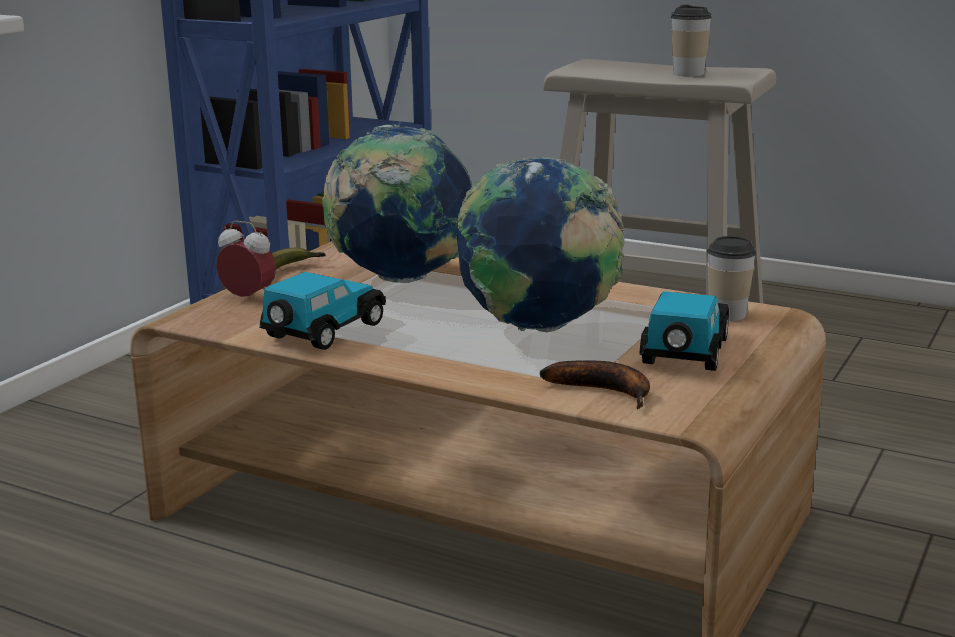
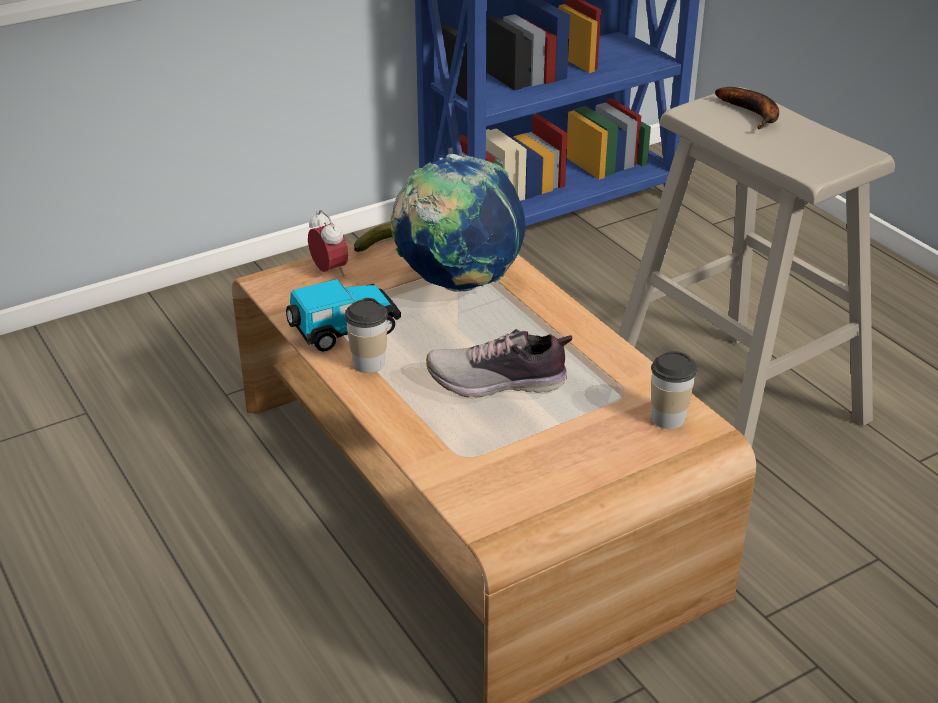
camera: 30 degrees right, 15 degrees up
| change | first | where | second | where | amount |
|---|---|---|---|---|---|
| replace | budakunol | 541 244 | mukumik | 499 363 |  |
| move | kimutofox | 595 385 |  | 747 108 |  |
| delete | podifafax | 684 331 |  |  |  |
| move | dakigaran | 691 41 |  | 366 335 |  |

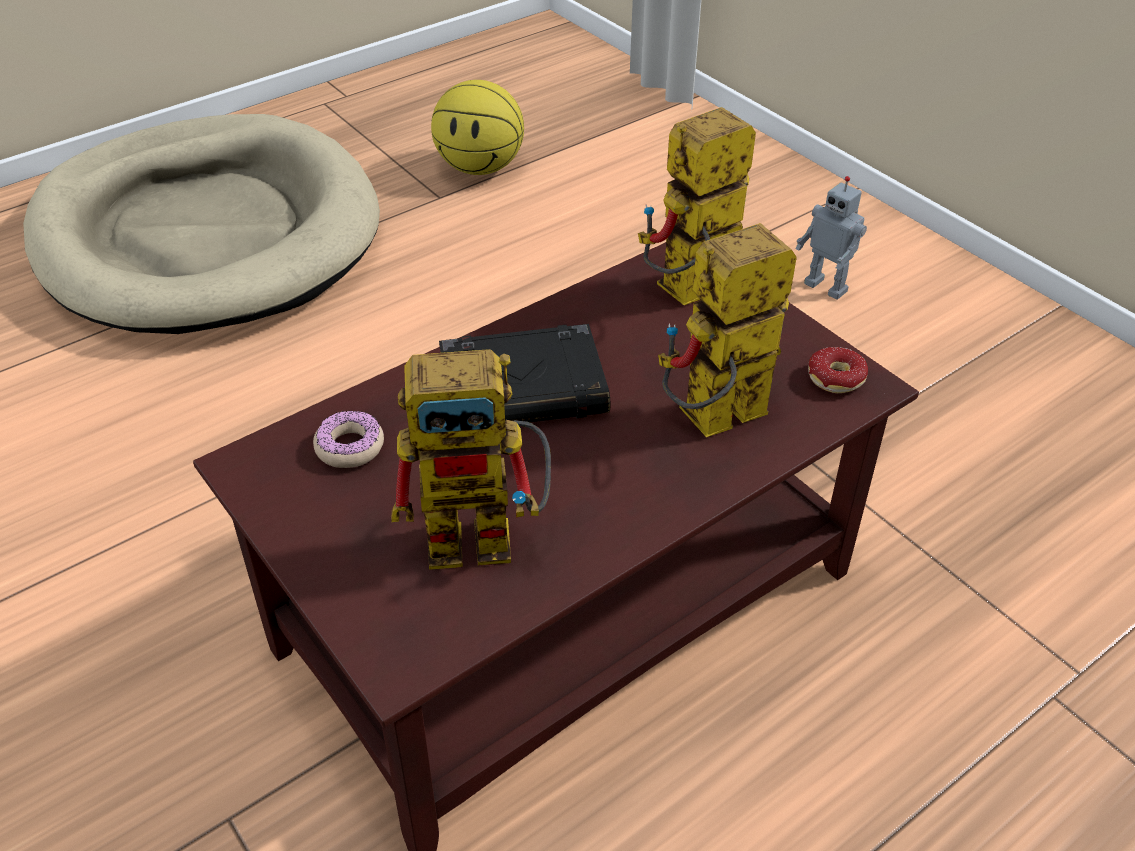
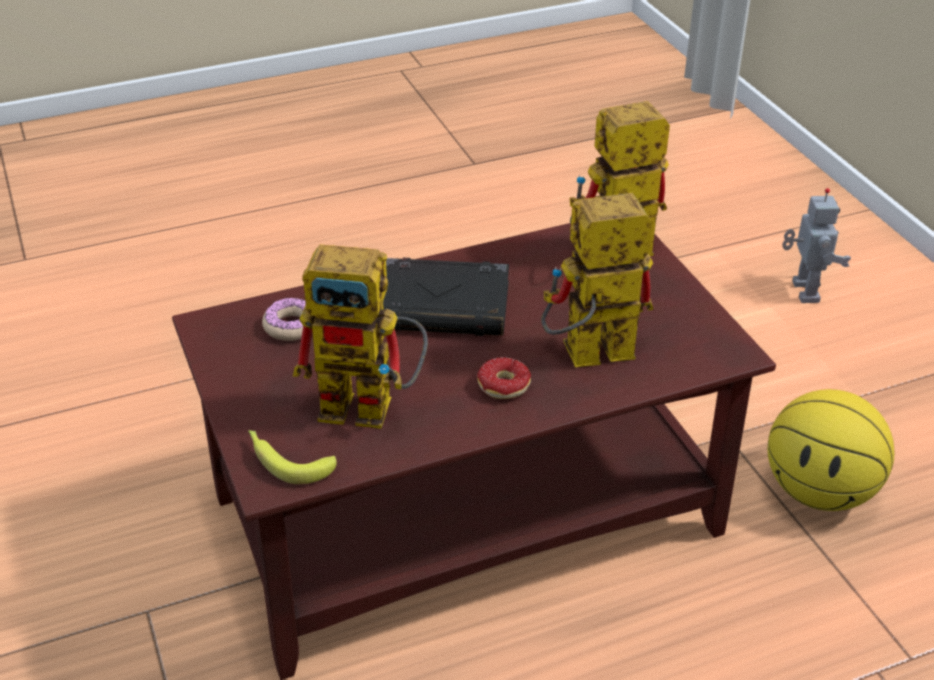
camera: 15 degrees right, 5 degrees down
| change | first | where | second | where | amount |
|---|---|---|---|---|---|
| delete | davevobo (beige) | 201 224 |  |  |  |
| move | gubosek | 477 127 |  | 831 450 |  |
| rotate | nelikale | 831 238 |  | 816 245 | 150 degrees counterclockwise |
| move | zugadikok | 838 370 |  | 504 378 |  |
| insert |  |  | kimutofox | 292 457 |  |

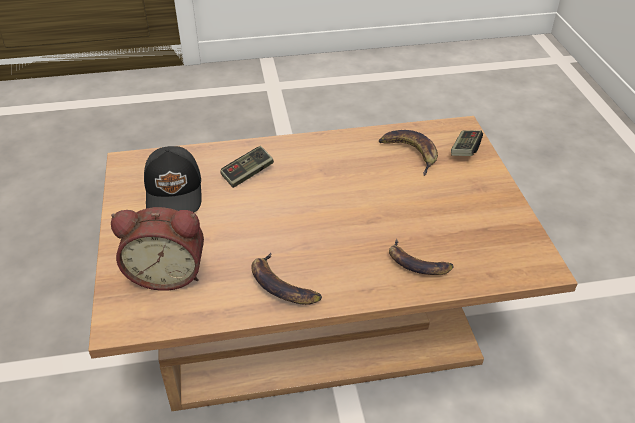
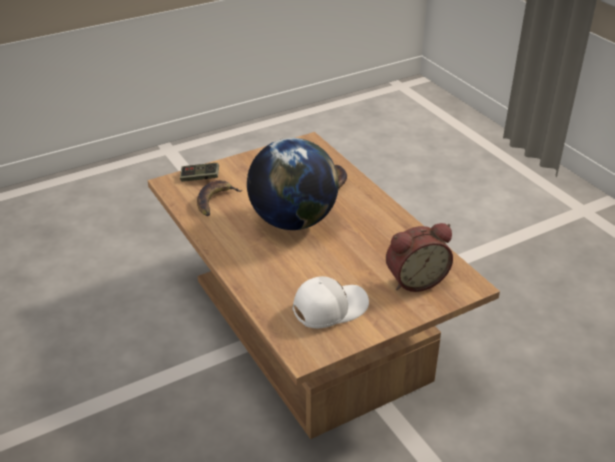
camera: 110 degrees left, 5 degrees down
| change | first | where | second | where | amount |
|---|---|---|---|---|---|
| rotate | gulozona | 157 249 |  | 419 257 | 90 degrees clockwise |
| recolor | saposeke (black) | 173 179 | saposeke (white) | 331 302 |  |
| delete | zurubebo | 247 167 |  |  |  |
| delete | kimutofox | 286 278 |  |  |  |
| insert |  |  | budakunol | 293 184 |  |

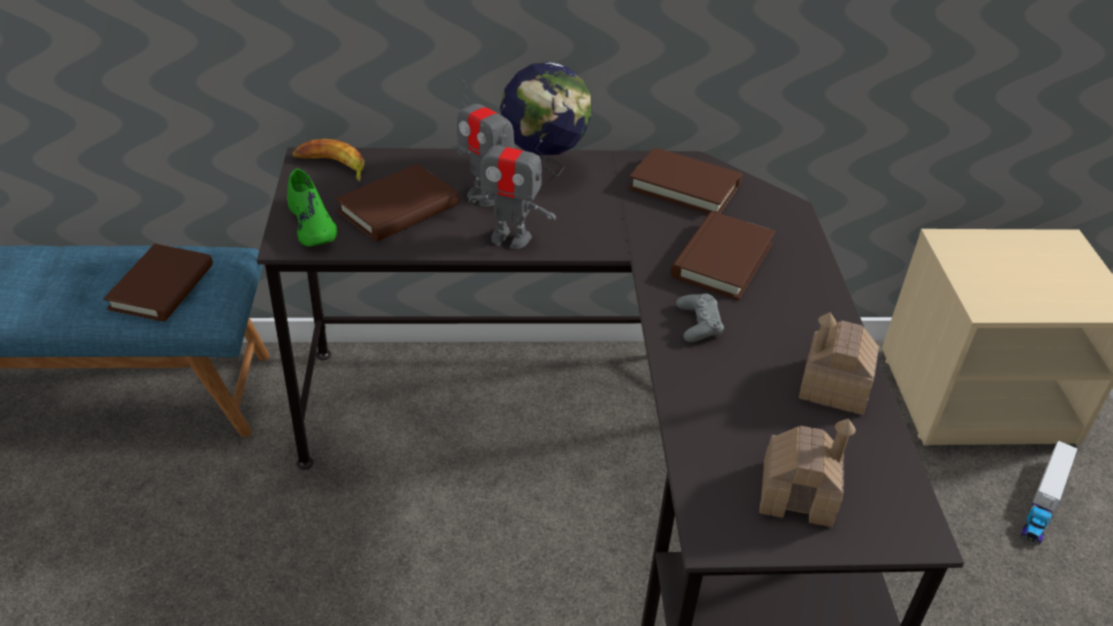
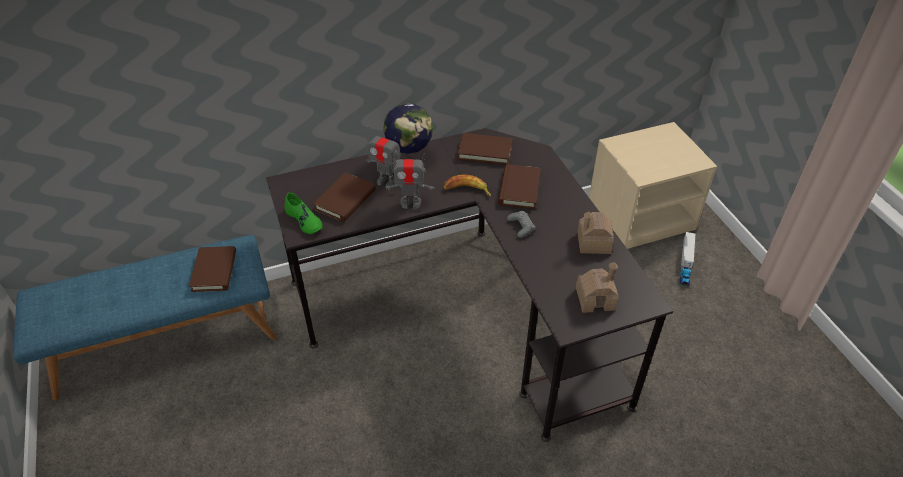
camera: 15 degrees left, 5 degrees up
| change | first | where | second | where | amount |
|---|---|---|---|---|---|
| move | kimutofox | 328 160 |  | 467 185 |  |

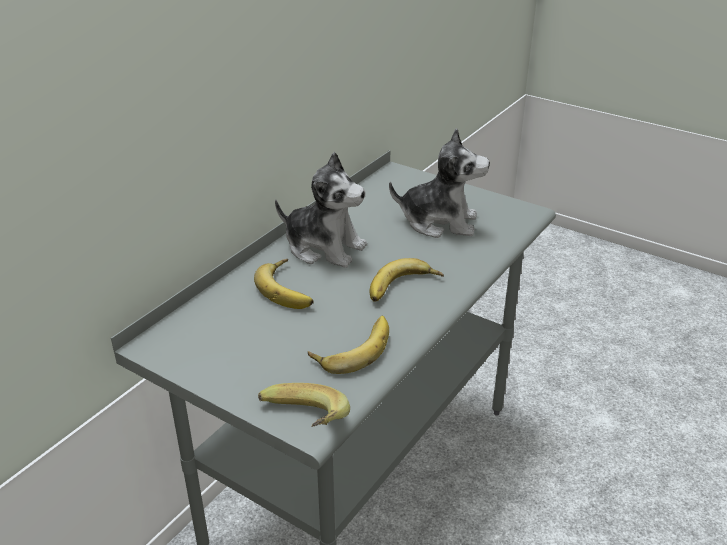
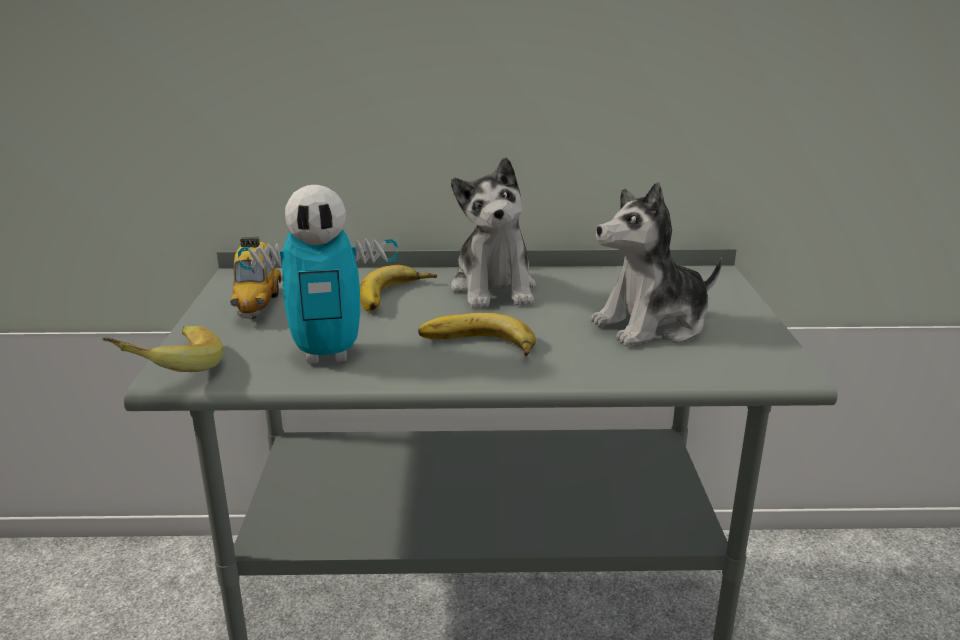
camera: 55 degrees right, 10 degrees down
| change | first | where | second | where | amount |
|---|---|---|---|---|---|
| replace | kimutofox | 348 345 | nelikale | 318 274 |  |
| rotate | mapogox | 439 183 |  | 656 264 | 90 degrees clockwise |
| insert |  |  | podifafax | 255 278 |  |

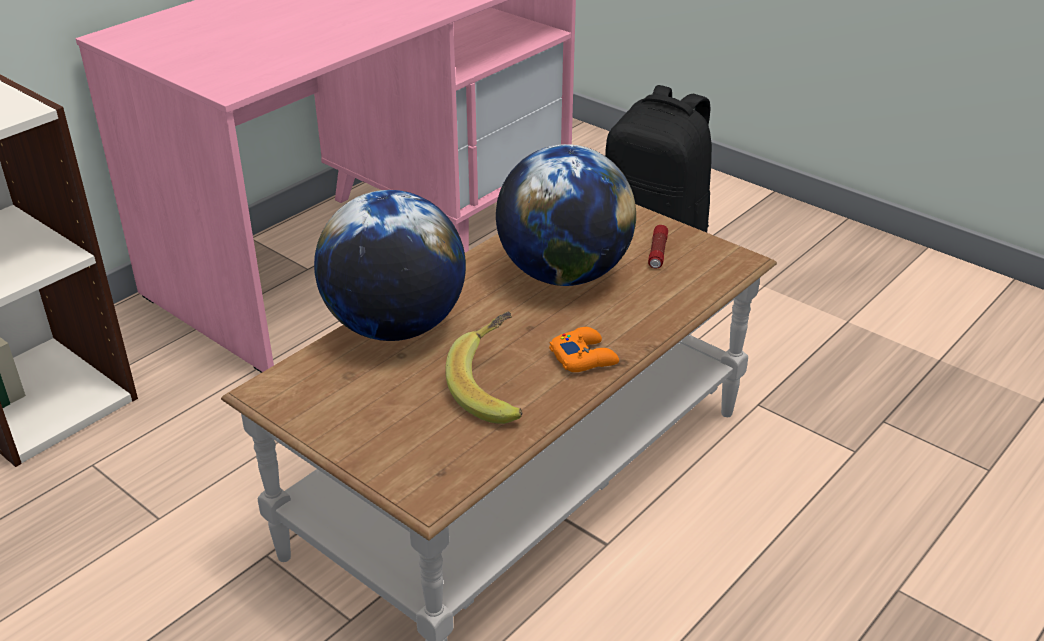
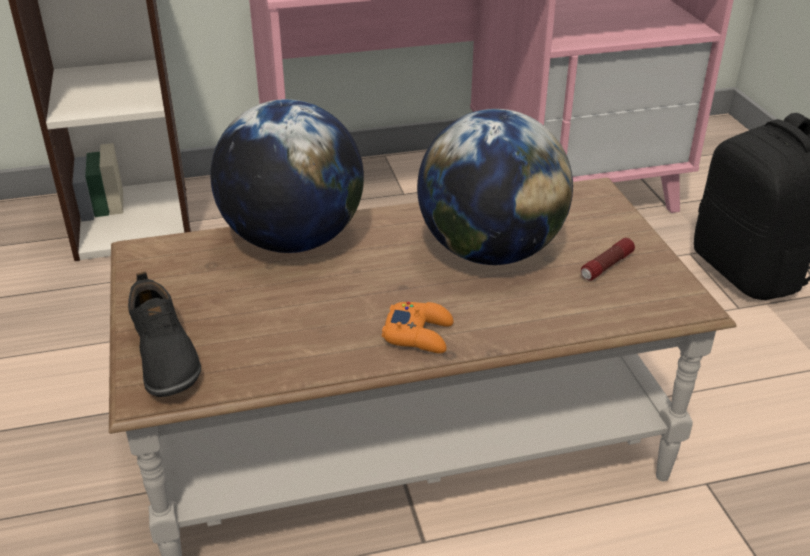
camera: 35 degrees right, 0 degrees up
| change | first | where | second | where | amount |
|---|---|---|---|---|---|
| delete | kimutofox | 484 368 |  |  |  |
| insert |  |  | mukumik (black) | 164 334 |  |

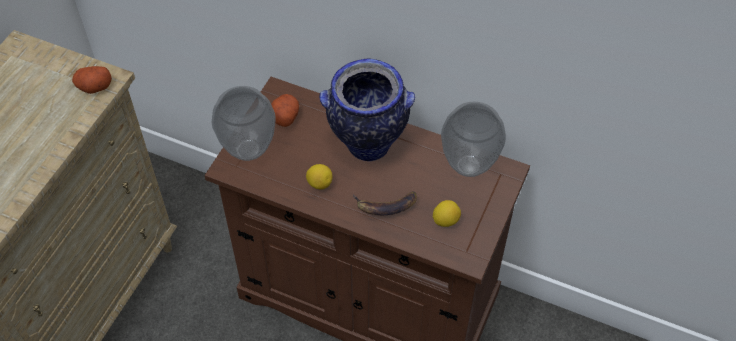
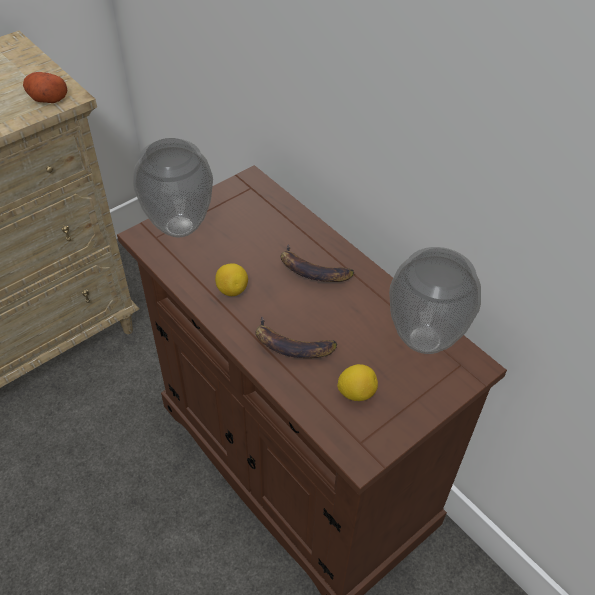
camera: 25 degrees right, 5 degrees down
| change | first | where | second | where | amount |
|---|---|---|---|---|---|
| delete | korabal | 285 110 |  |  |  |
| replace | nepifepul | 367 110 | kimutofox | 317 263 |  |

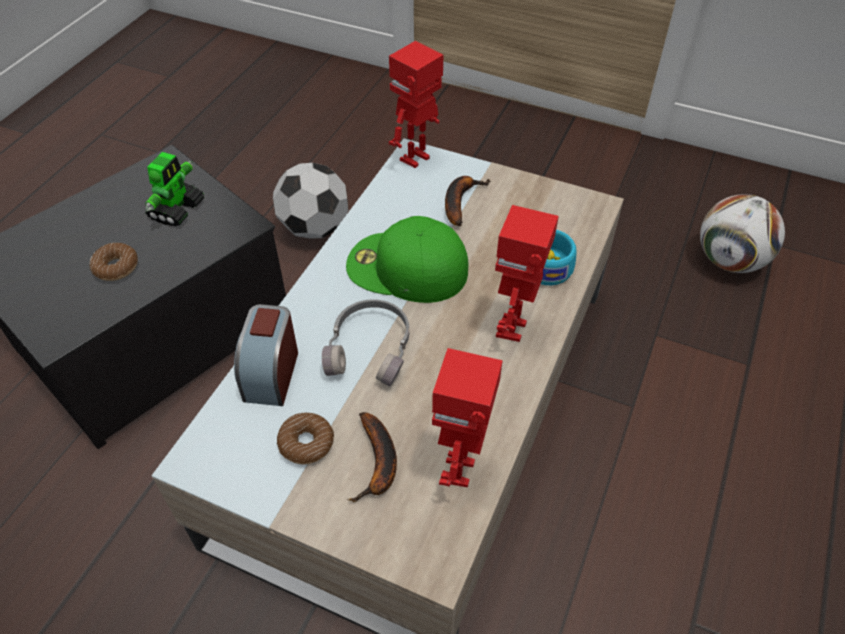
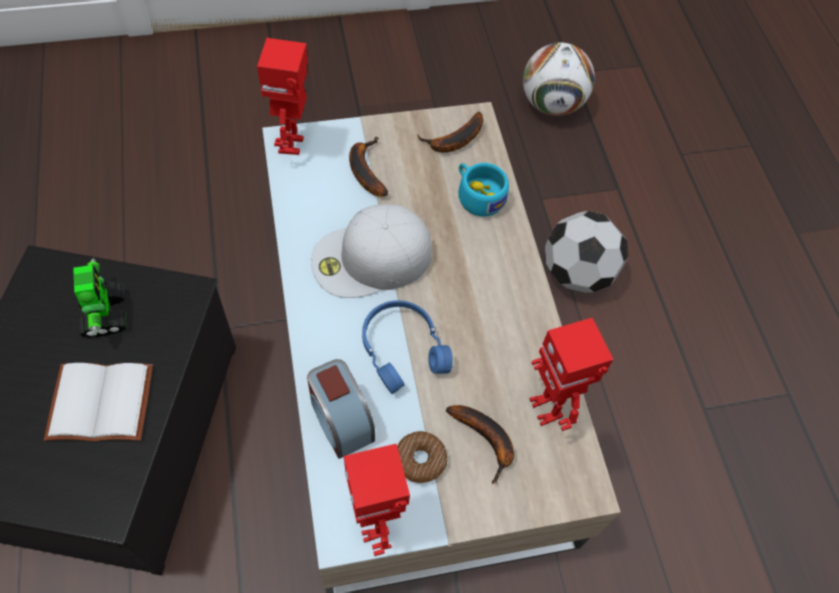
camera: 40 degrees left, 10 degrees up
| change | first | where | second | where | amount |
|---|---|---|---|---|---|
| replace | zugadikok | 114 261 | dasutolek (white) | 98 402 |  |
| move | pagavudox | 310 201 |  | 586 252 |  |
| recolor | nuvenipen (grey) | 365 343 | nuvenipen (blue) | 407 347 |  |
| recolor | saposeke (green) | 407 259 | saposeke (white) | 371 251 |  |
| move | nelikale | 527 273 |  | 377 500 |  |
| insert |  |  | kimutofox | 450 132 |  |

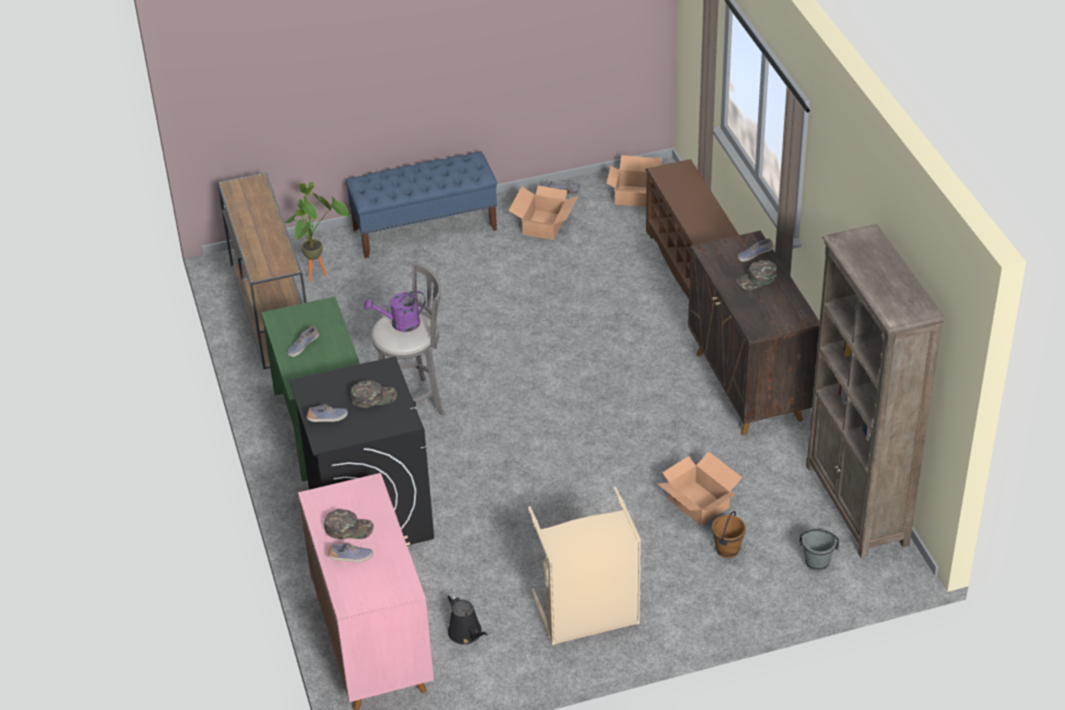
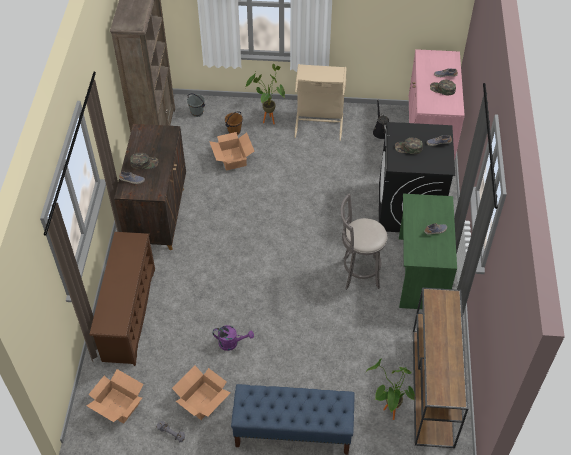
camera: 160 degrees left, 10 degrees up
| change | first | where | second | where | amount |
|---|---|---|---|---|---|
| move | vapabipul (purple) | 395 311 |  | 233 338 |  |
| insert |  |  | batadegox | 265 94 |  |

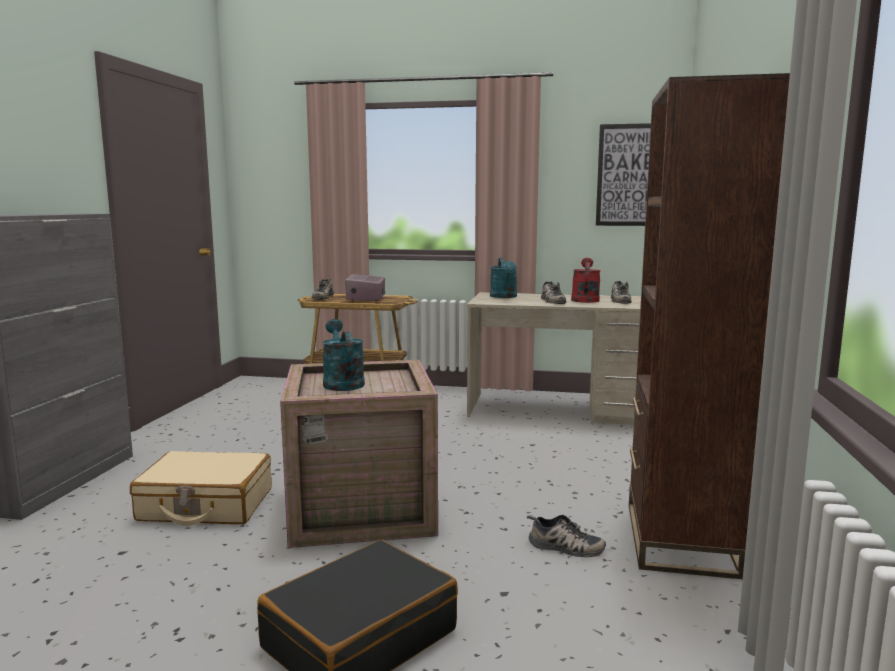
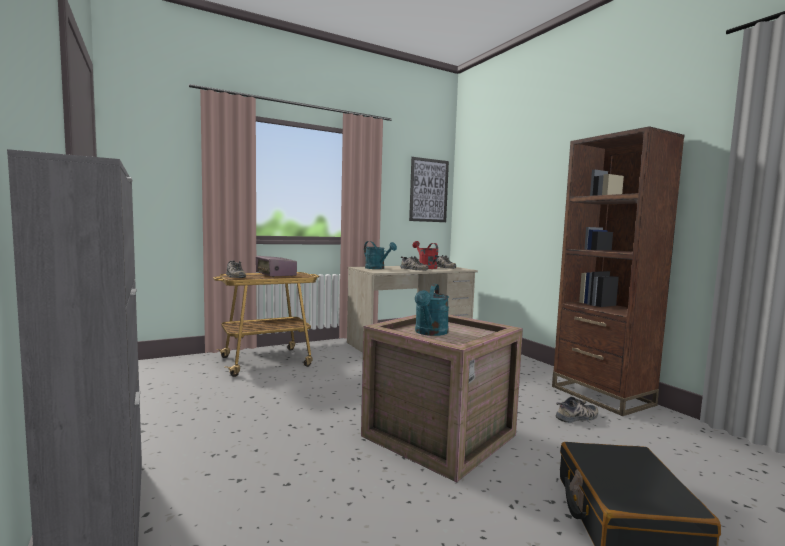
camera: 40 degrees left, 5 degrees down
| change | first | where | second | where | amount |
|---|---|---|---|---|---|
| delete | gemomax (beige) | 201 488 |  |  |  |
| rotate | vapabipul (turquoise) | 343 355 |  | 432 310 | 105 degrees counterclockwise |

